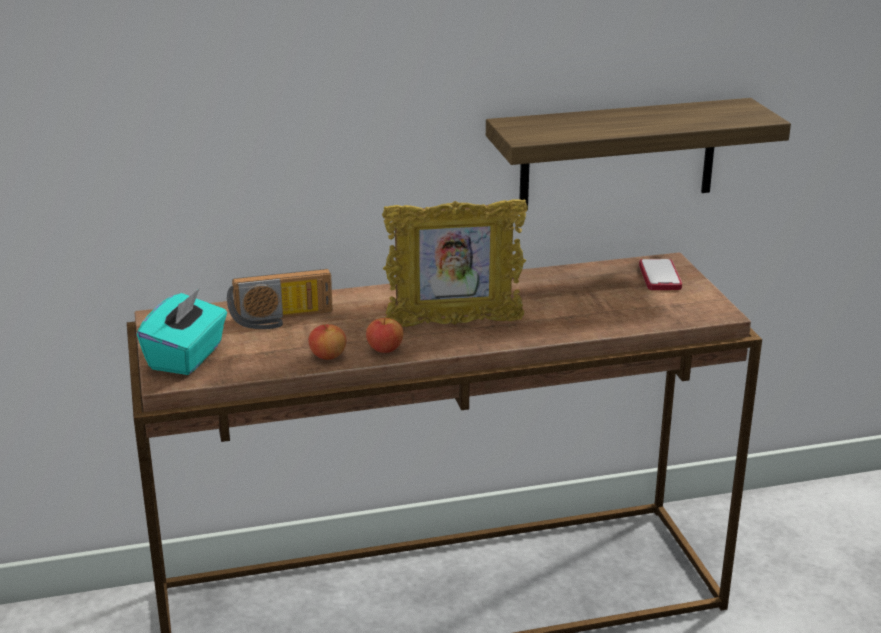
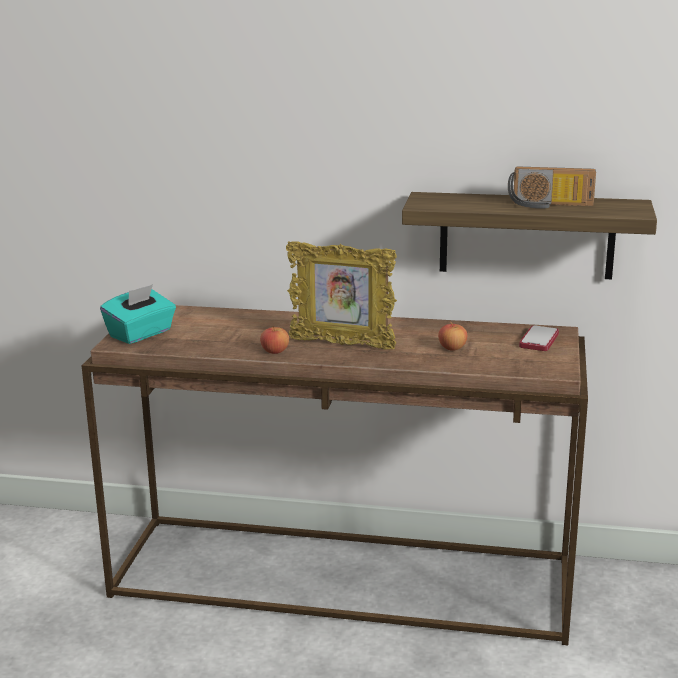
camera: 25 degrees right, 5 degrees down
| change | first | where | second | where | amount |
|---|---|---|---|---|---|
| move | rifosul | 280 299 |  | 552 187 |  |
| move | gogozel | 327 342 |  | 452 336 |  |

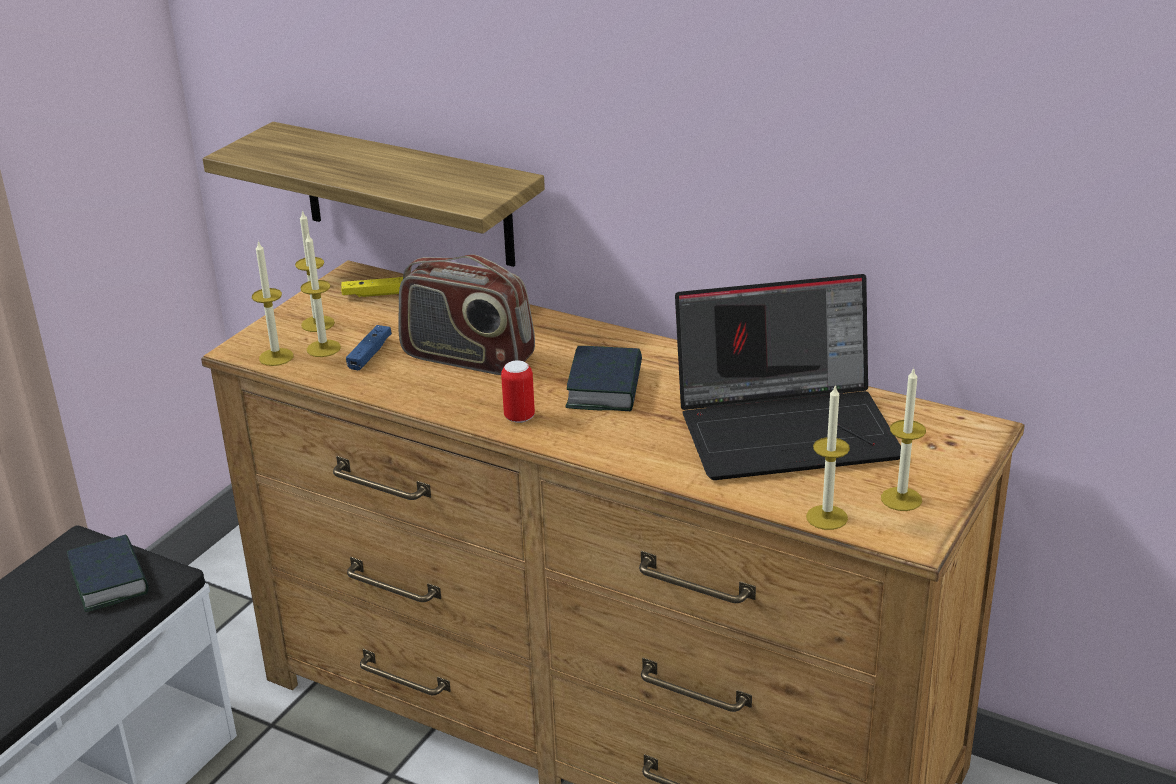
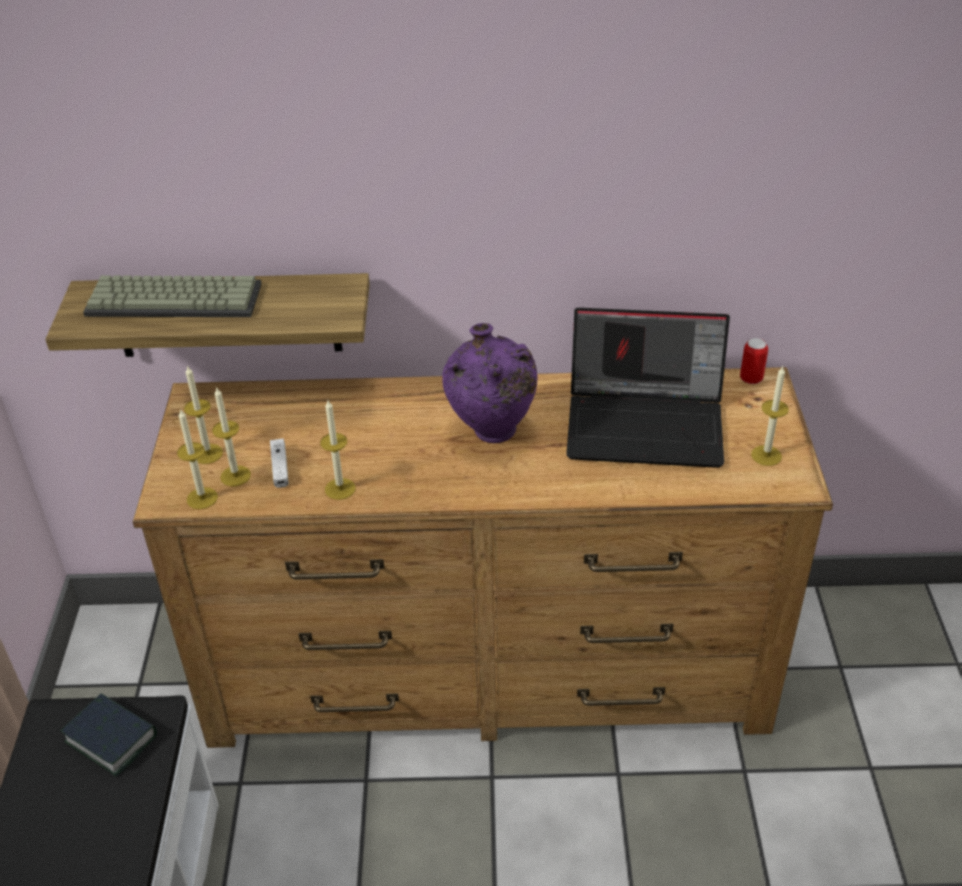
camera: 30 degrees left, 10 degrees up
| change | first | where | second | where | amount |
|---|---|---|---|---|---|
| delete | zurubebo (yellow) | 372 287 |  |  |  |
| recolor | zurubebo (blue) | 369 347 | zurubebo (white) | 279 463 |  |
| delete | rifosul | 466 314 |  |  |  |
| move | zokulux | 518 391 |  | 754 361 |  |
| replace | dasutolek | 603 378 | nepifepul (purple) | 490 383 |  |
| rotate | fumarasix | 788 377 |  | 648 388 | 45 degrees clockwise |
| move | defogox | 828 457 |  | 337 450 |  |
| insert |  |  | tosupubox | 172 296 |  |

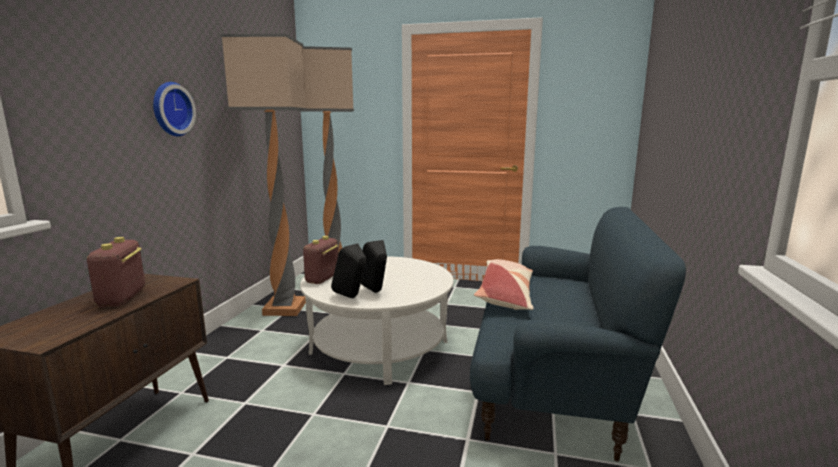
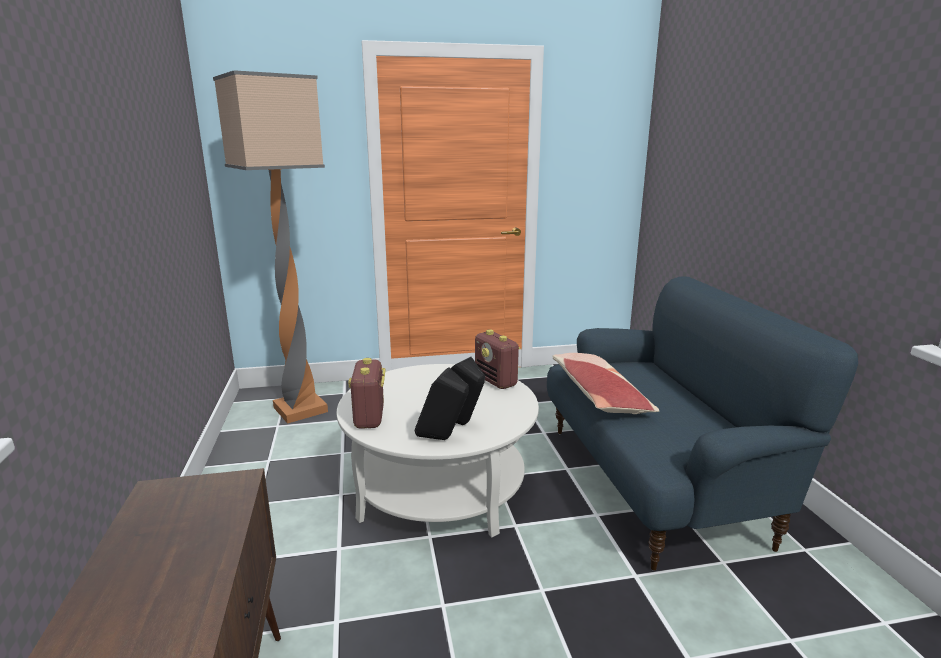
camera: 25 degrees left, 5 degrees up
| change | first | where | second | where | amount |
|---|---|---|---|---|---|
| move | rifosul | 116 272 |  | 497 359 |  |
| delete | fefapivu | 174 109 |  |  |  |
| delete | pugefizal | 264 175 |  |  |  |

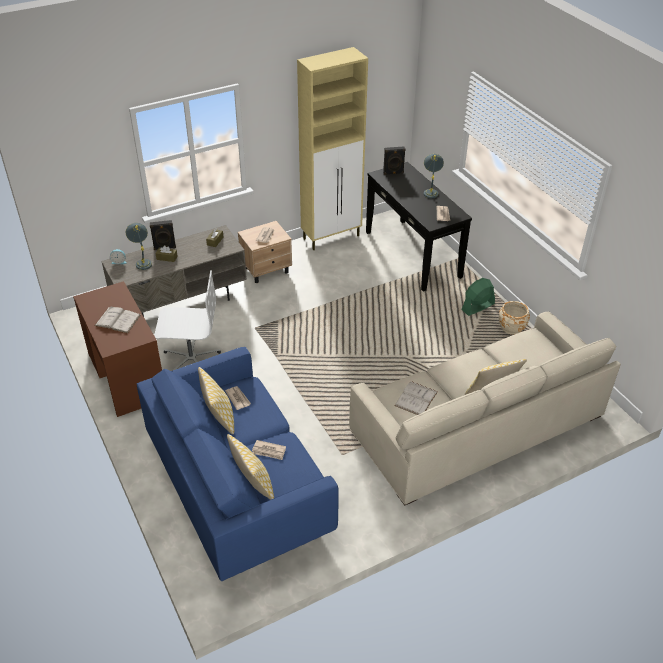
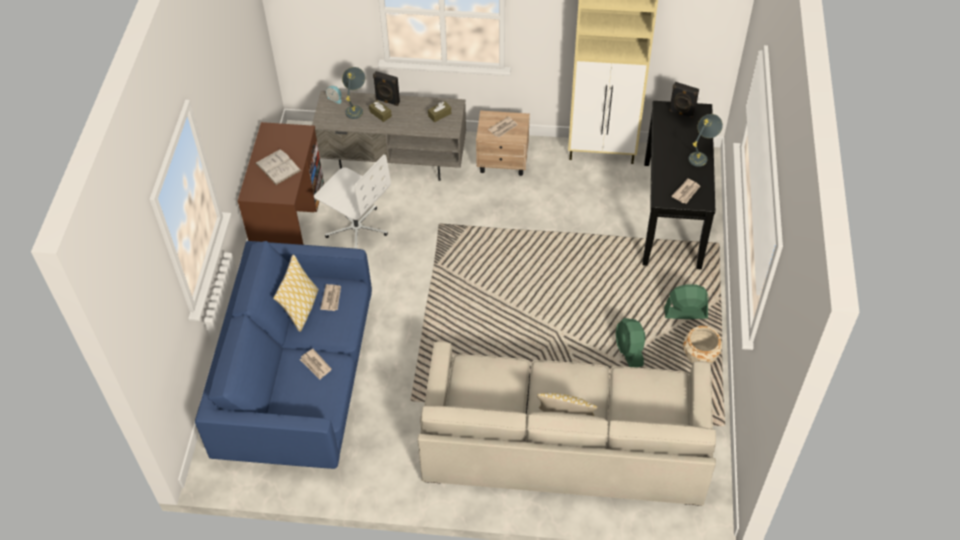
camera: 35 degrees right, 10 degrees up
| change | first | where | second | where | amount |
|---|---|---|---|---|---|
| delete | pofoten | 250 467 |  |  |  |
| delete | dasutolek (white) | 416 398 |  |  |  |
| insert |  |  | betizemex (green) | 631 343 |  |

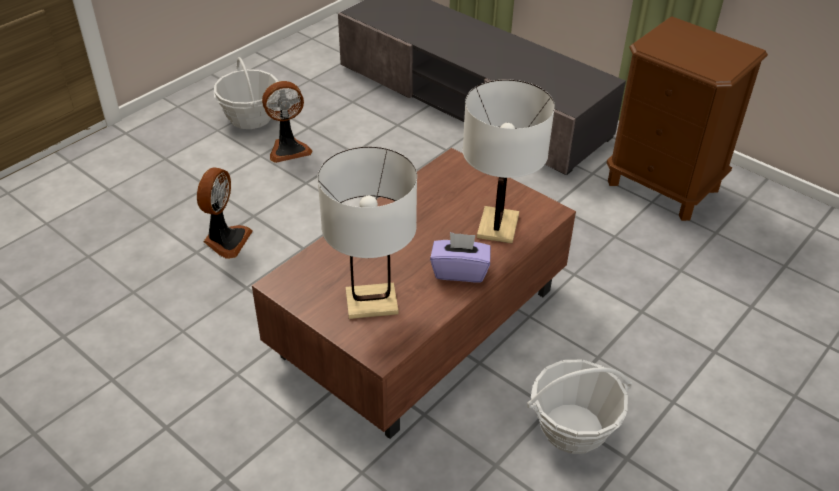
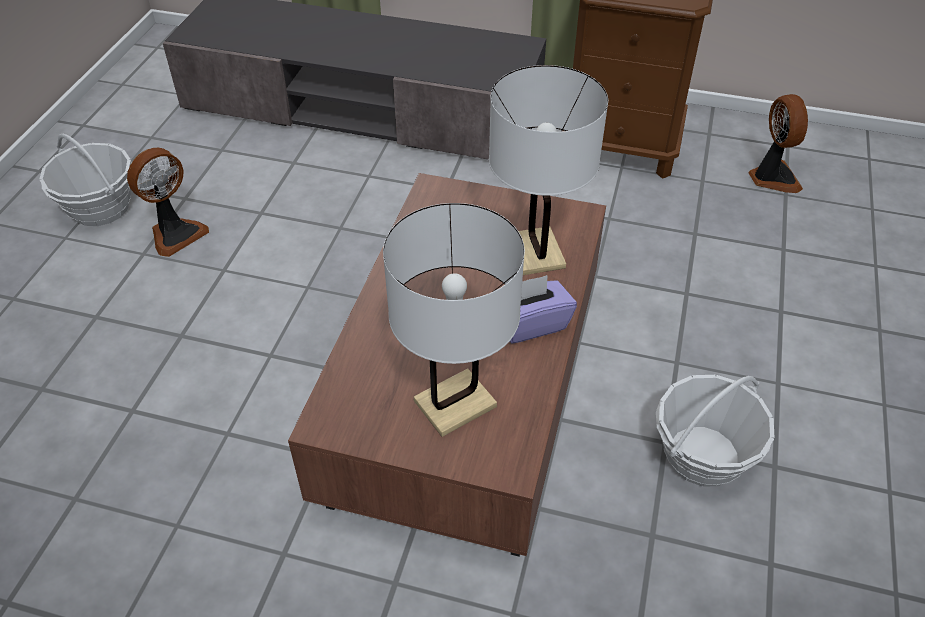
camera: 25 degrees left, 5 degrees up
| change | first | where | second | where | amount |
|---|---|---|---|---|---|
| move | betizemex | 225 213 |  | 778 143 |  |

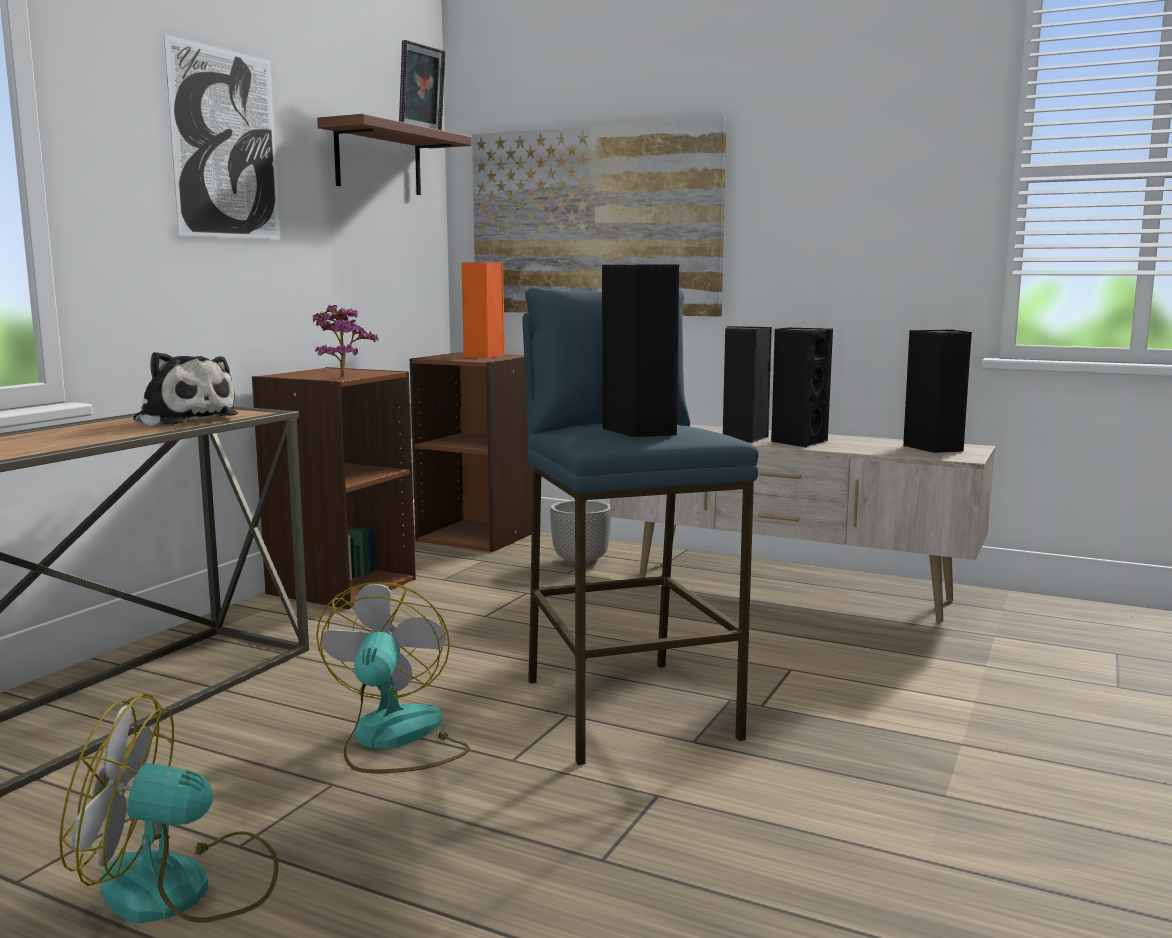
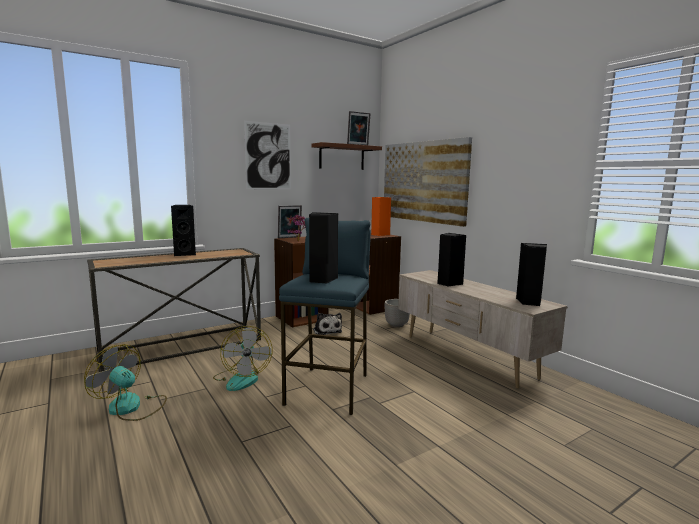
camera: 30 degrees right, 0 degrees up
| change | first | where | second | where | amount |
|---|---|---|---|---|---|
| move | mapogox | 185 389 |  | 327 324 |  |
| rotate | betizemex | 393 677 |  | 242 358 | 135 degrees clockwise |
| move | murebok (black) | 802 387 |  | 183 230 |  |
| insert |  |  | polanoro | 290 221 |  |

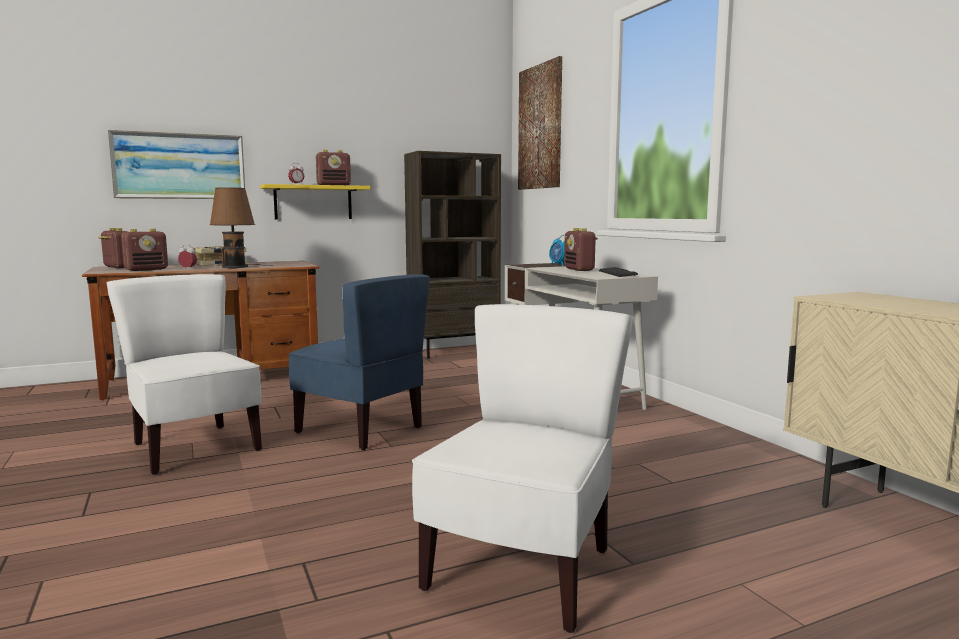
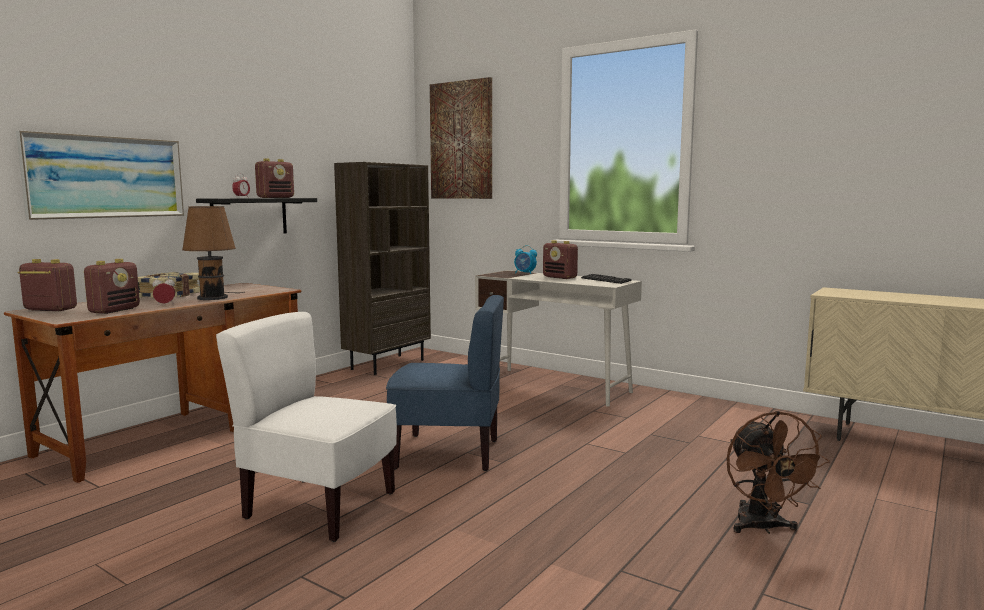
camera: 30 degrees left, 0 degrees up
| change | first | where | second | where | amount |
|---|---|---|---|---|---|
| recolor | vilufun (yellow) | 315 201 | vilufun (black) | 256 216 |  |
| replace | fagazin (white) | 522 468 | betizemex (brown) | 778 472 |  |

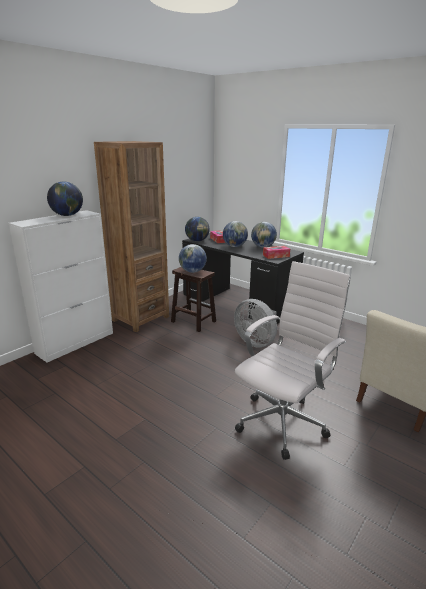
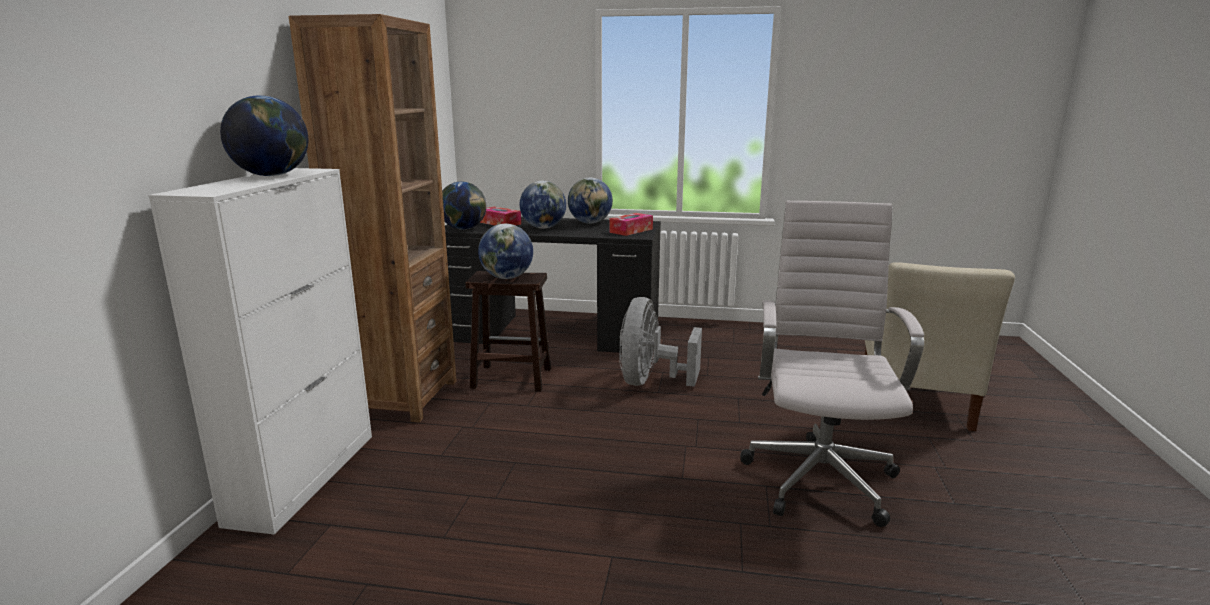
camera: 30 degrees left, 5 degrees down
| change | first | where | second | where | amount |
|---|---|---|---|---|---|
| rotate | betizemex (grey) | 255 323 |  | 660 342 | 90 degrees clockwise |

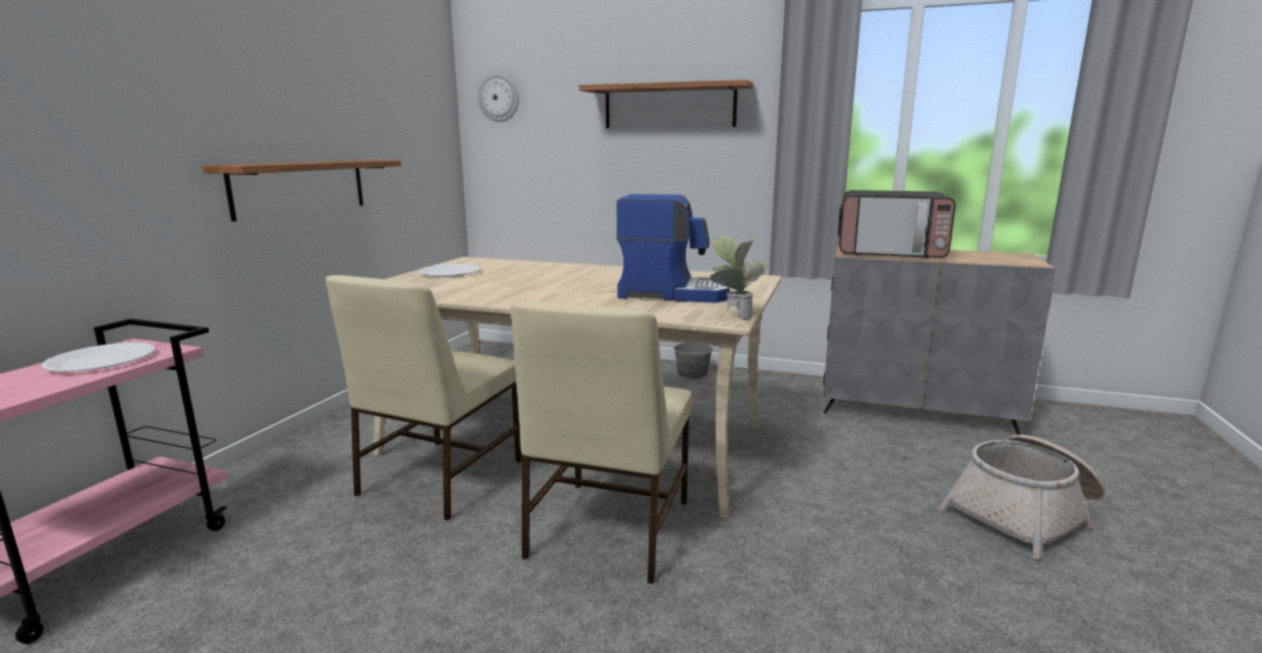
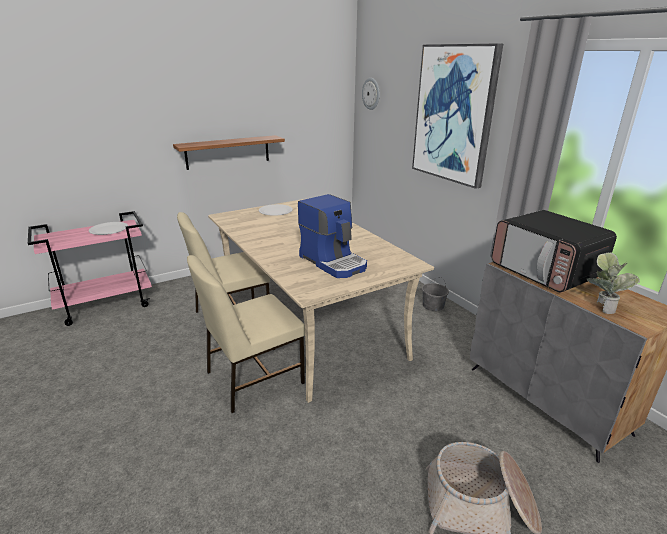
camera: 40 degrees right, 10 degrees up
| change | first | where | second | where | amount |
|---|---|---|---|---|---|
| replace | vilufun | 666 104 | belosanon | 457 116 |  |
| move | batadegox | 738 277 |  | 613 283 |  |

